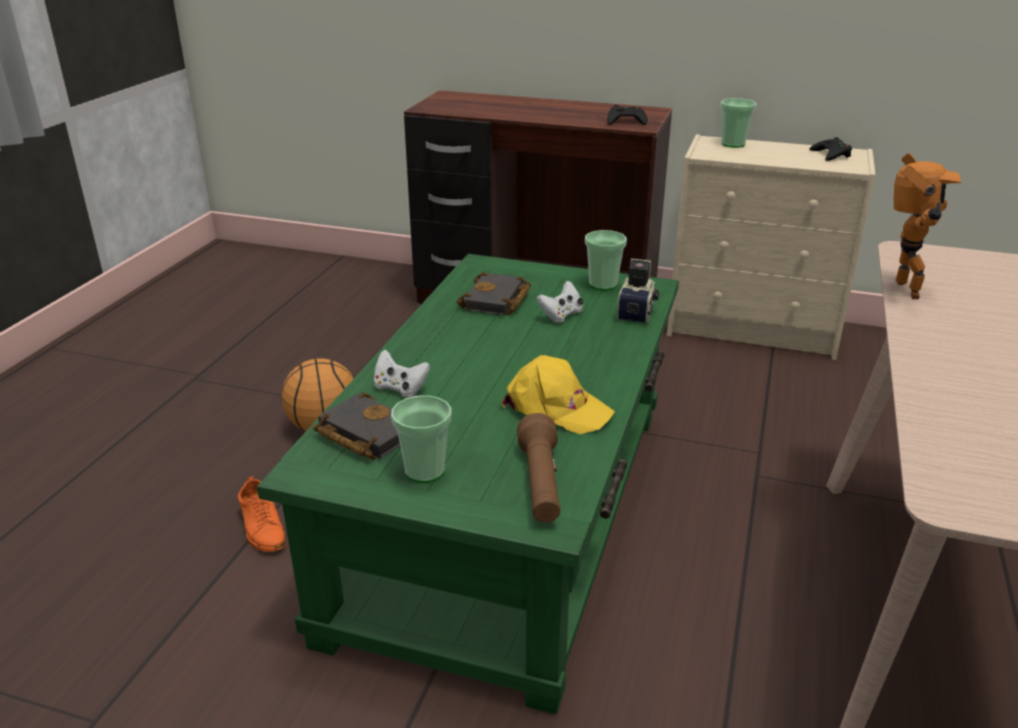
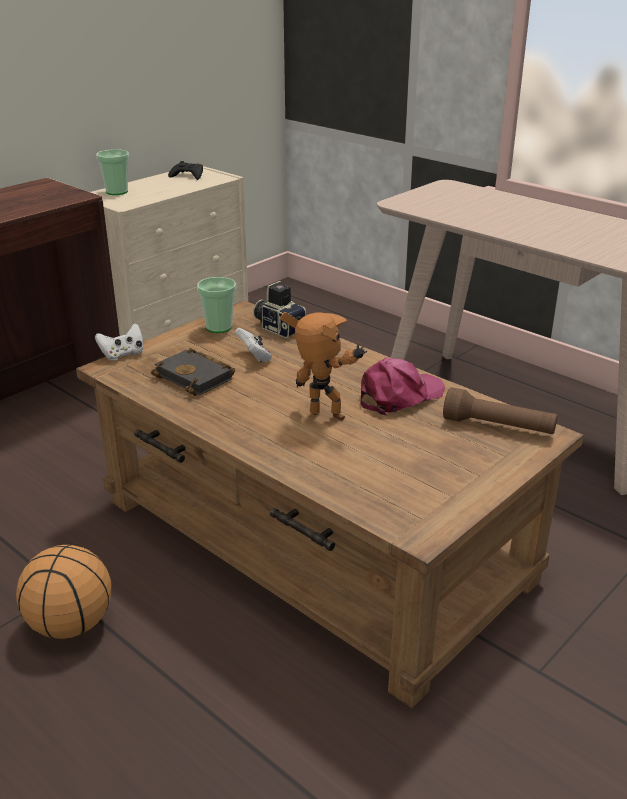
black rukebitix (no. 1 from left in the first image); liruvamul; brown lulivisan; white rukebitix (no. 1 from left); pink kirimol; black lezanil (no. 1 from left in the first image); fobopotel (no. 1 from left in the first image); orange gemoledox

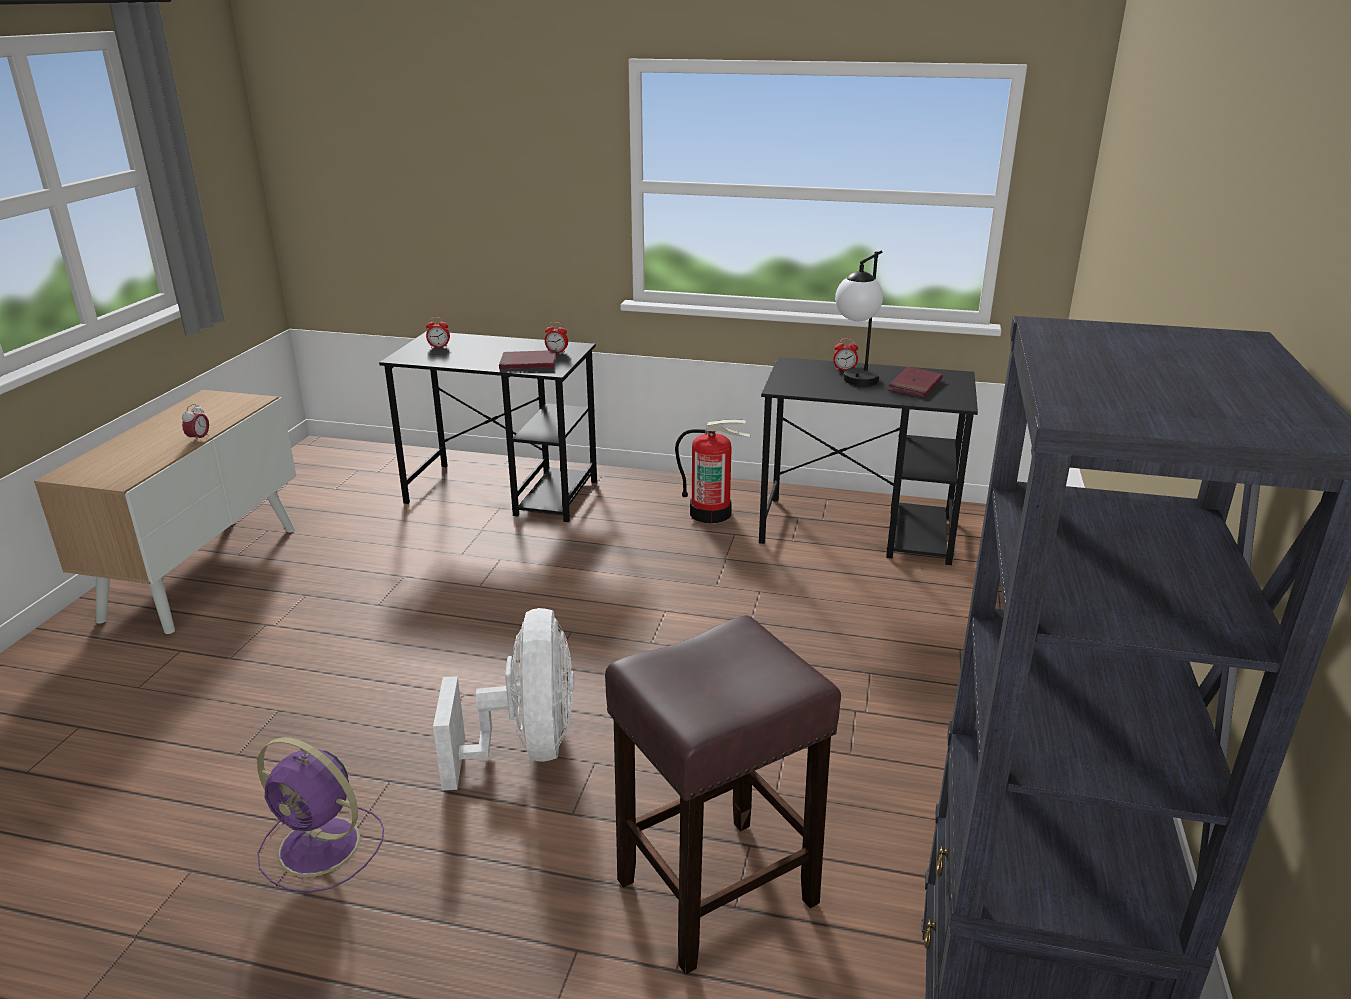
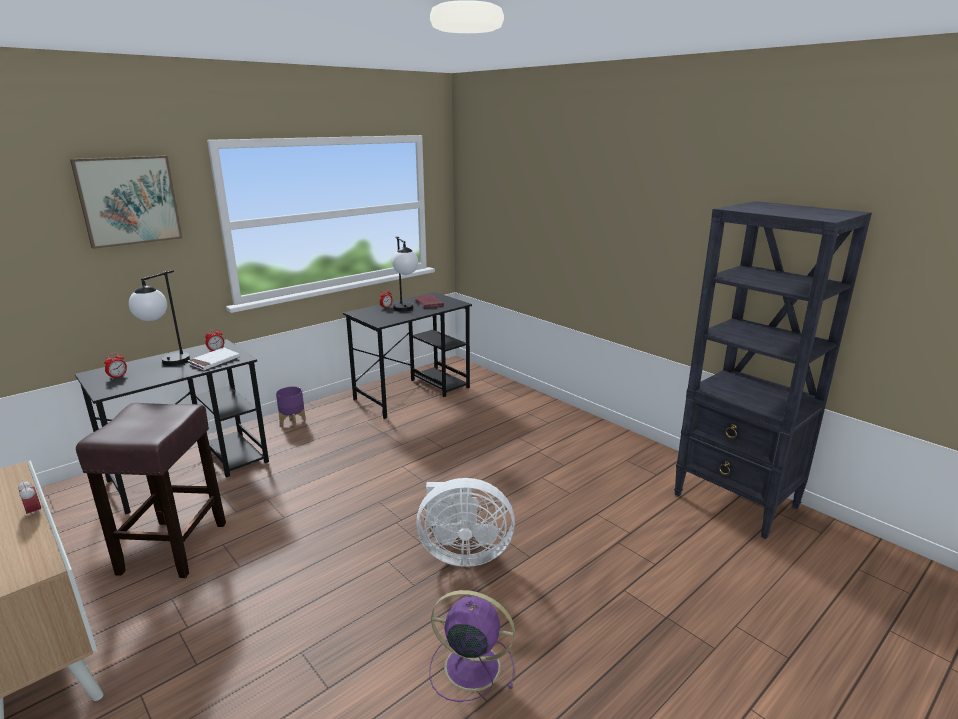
white lezanil; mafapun; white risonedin; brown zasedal; purple risonedin; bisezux; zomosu (no. 1 from left); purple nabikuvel

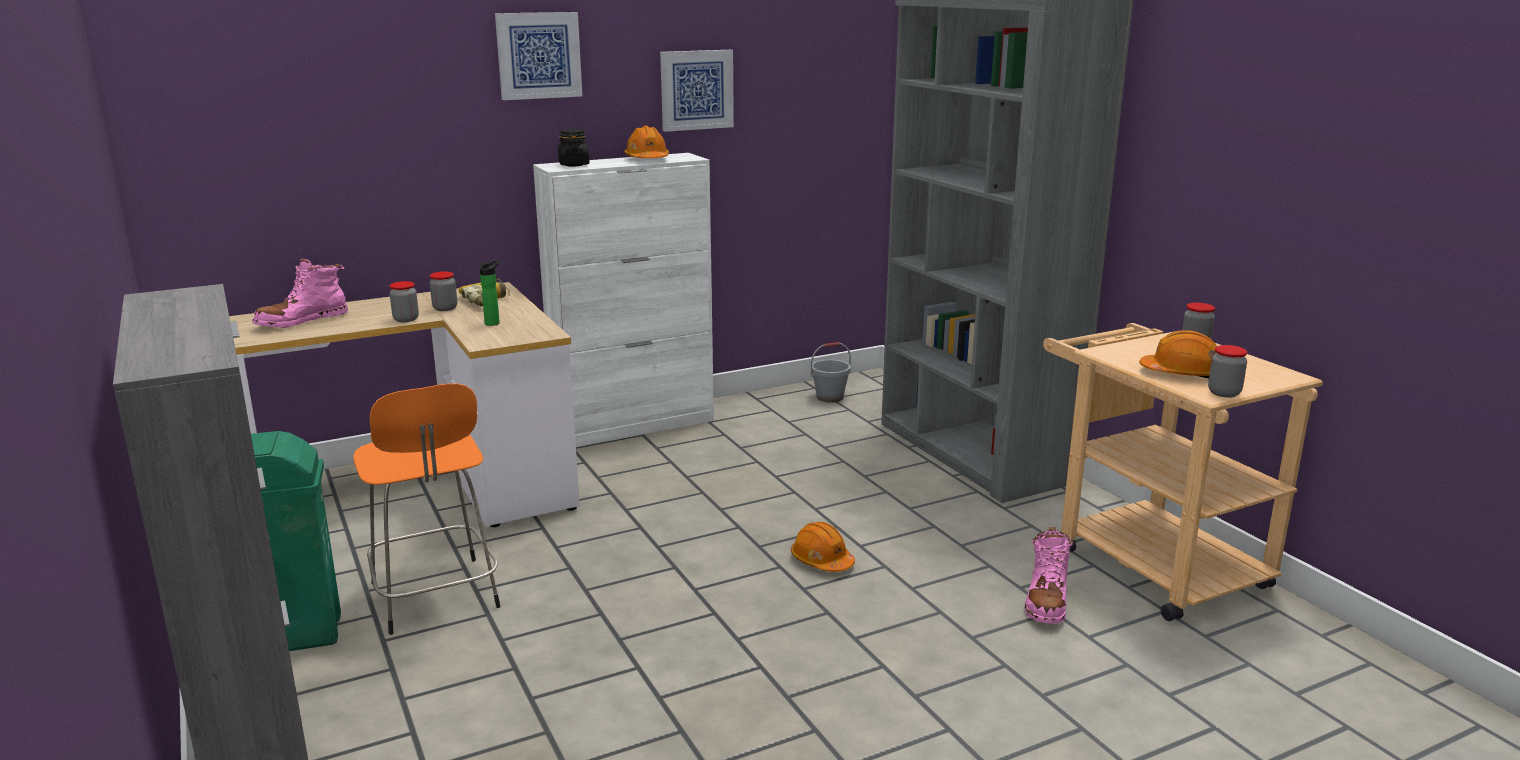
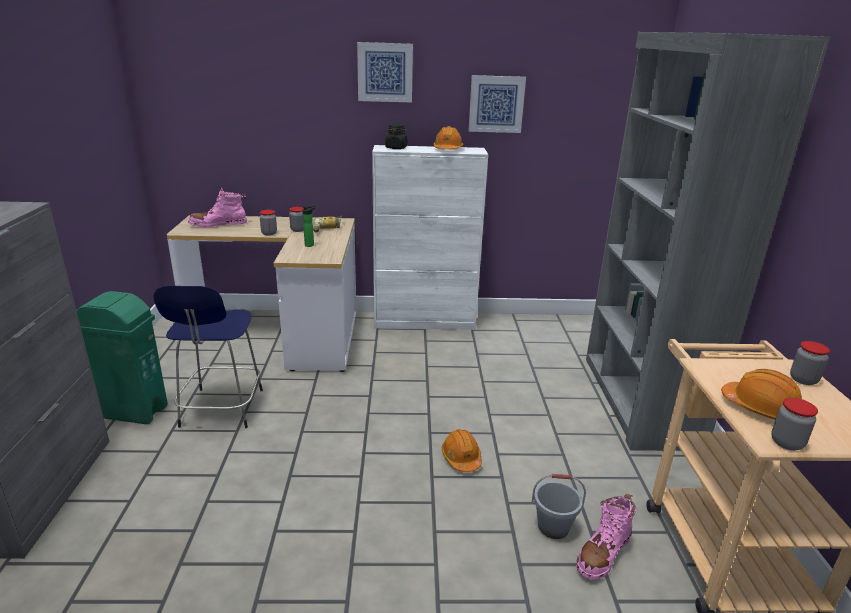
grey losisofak; blue zasedal

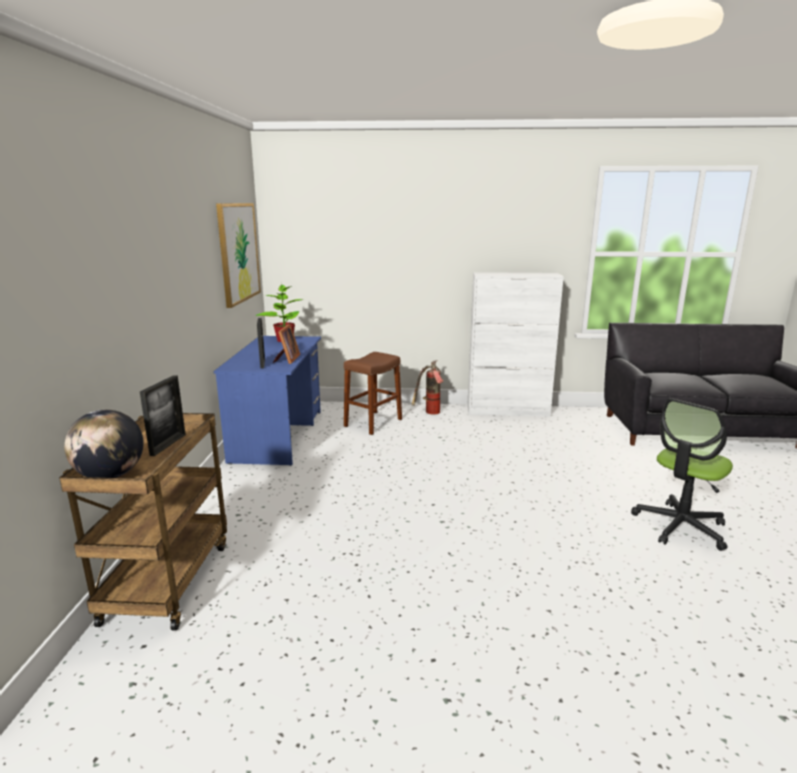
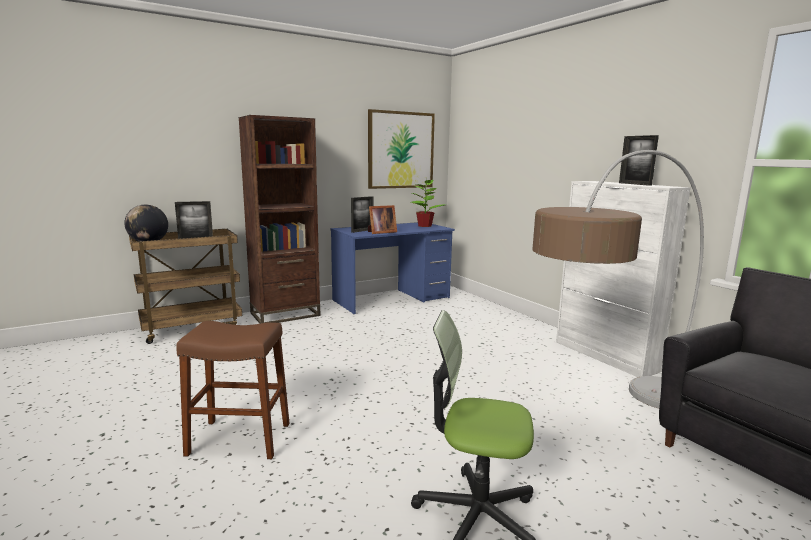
brown zasedal; mafapun; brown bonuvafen; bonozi (no. 4 from left); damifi

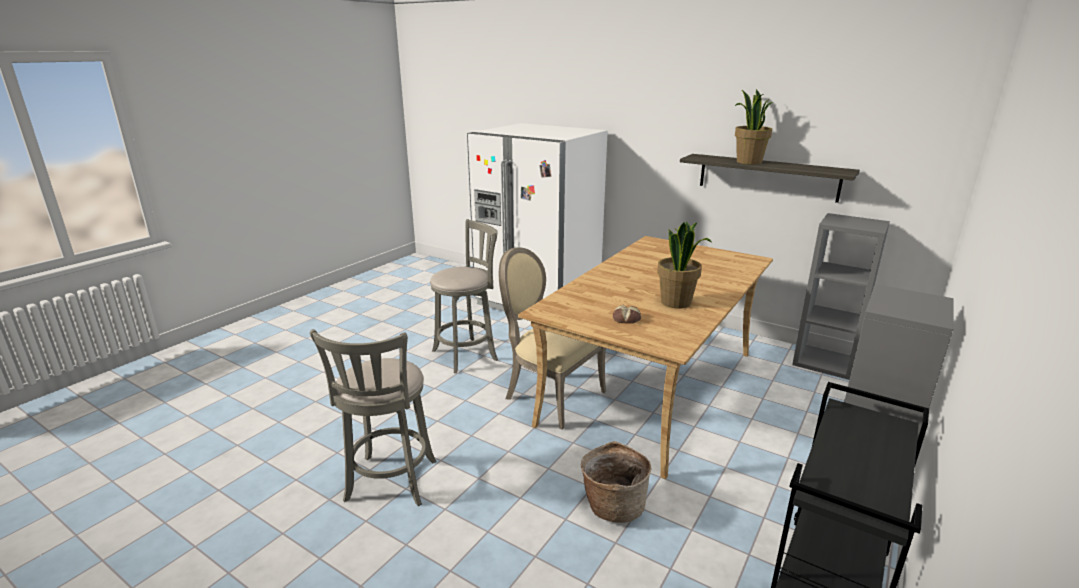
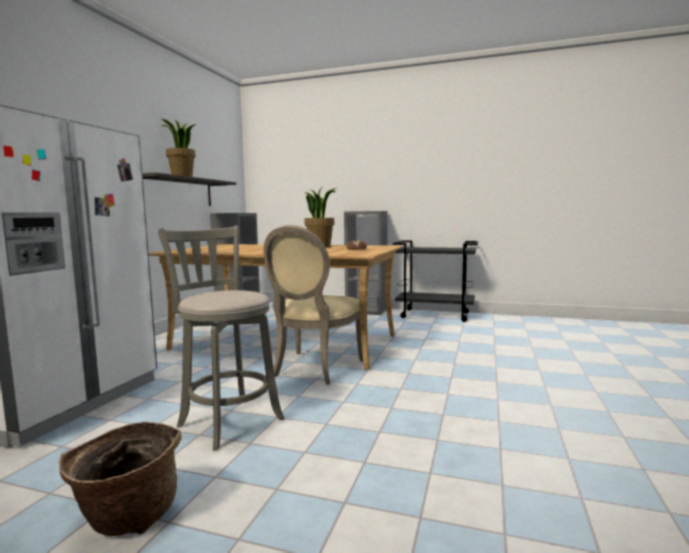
grey zasedal (no. 1 from left in the first image); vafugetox

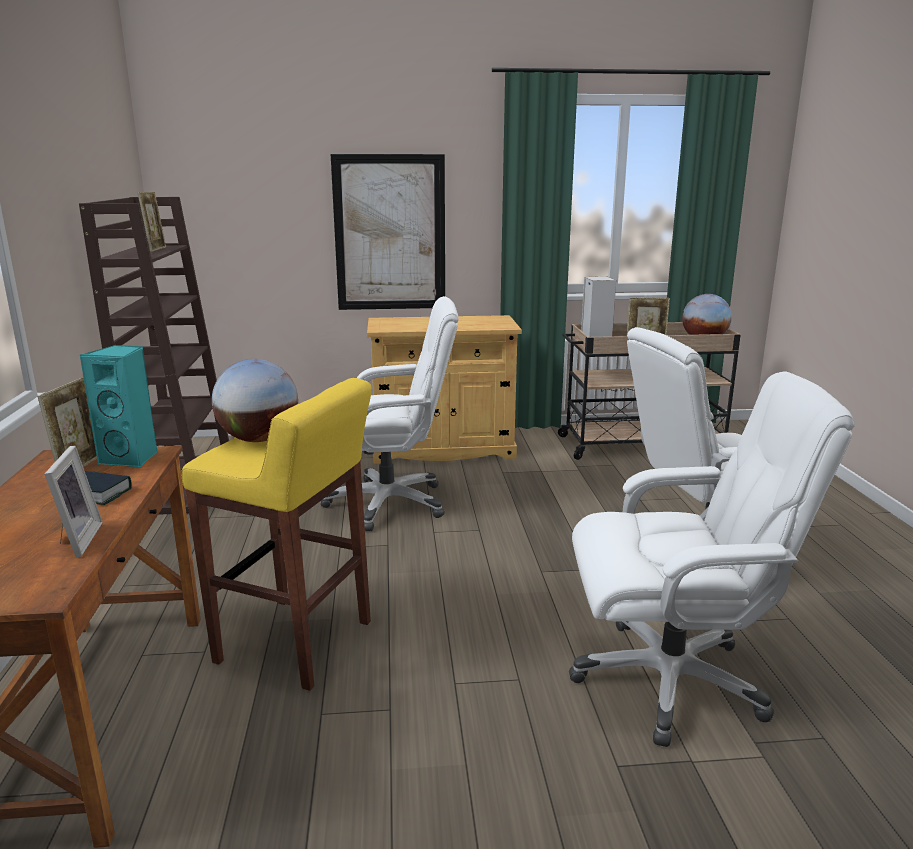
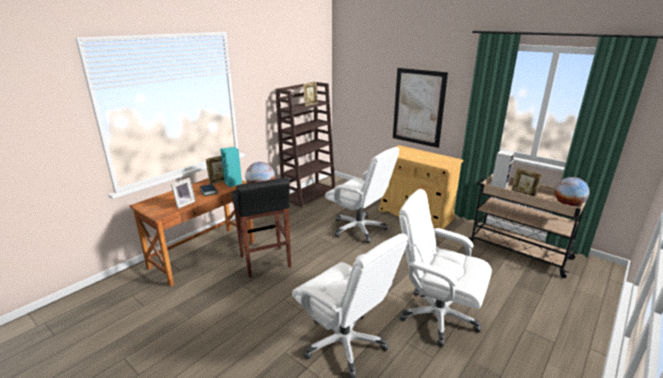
black zasedal

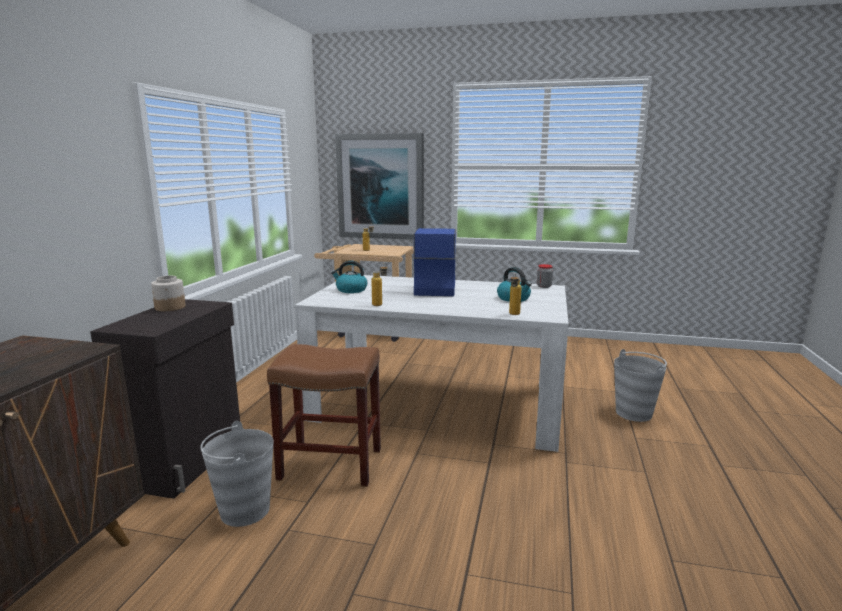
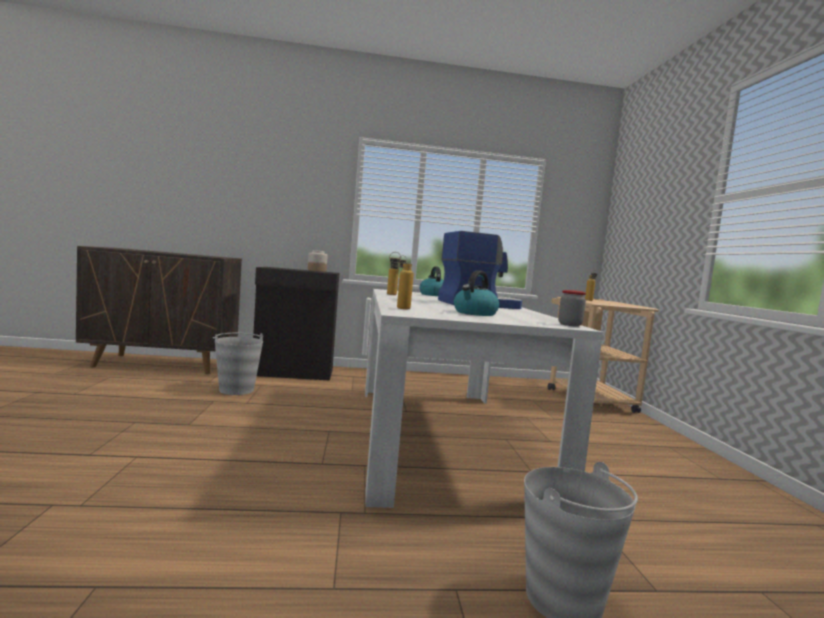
bisezux; brown zasedal

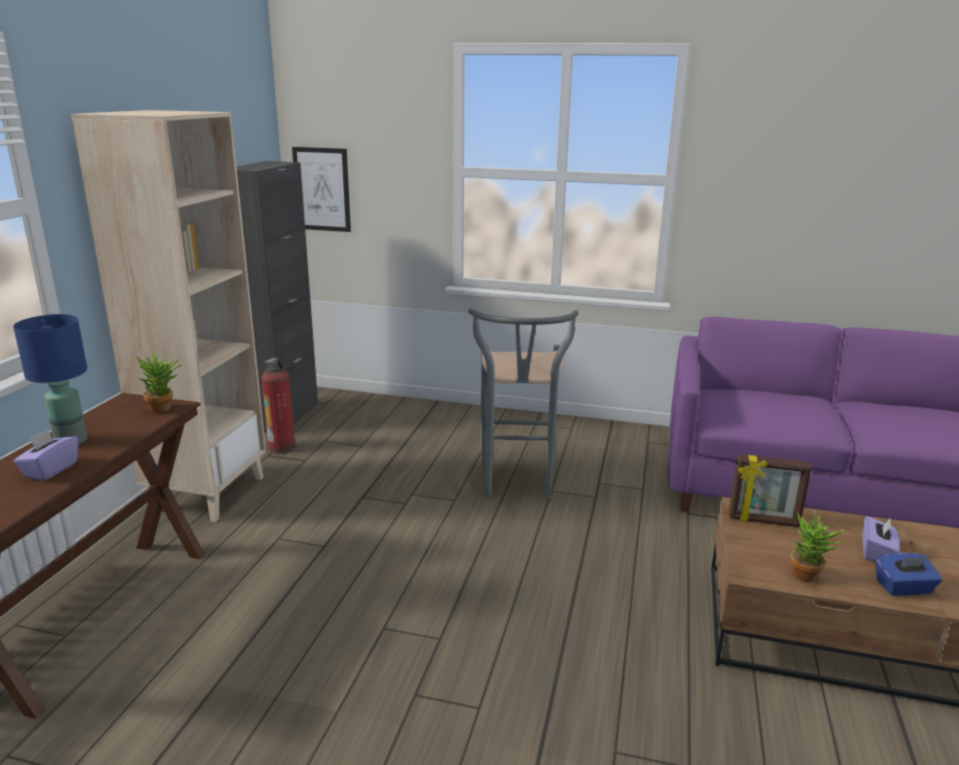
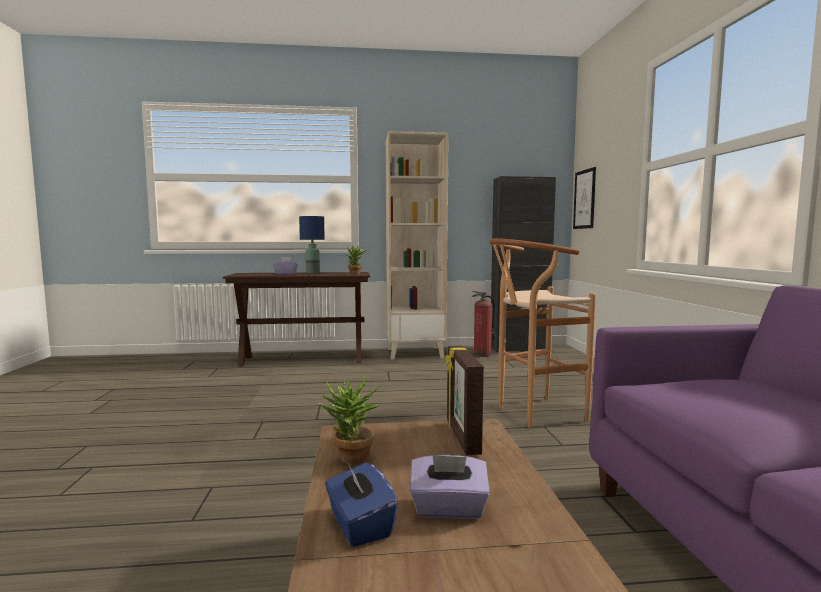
brown zasedal

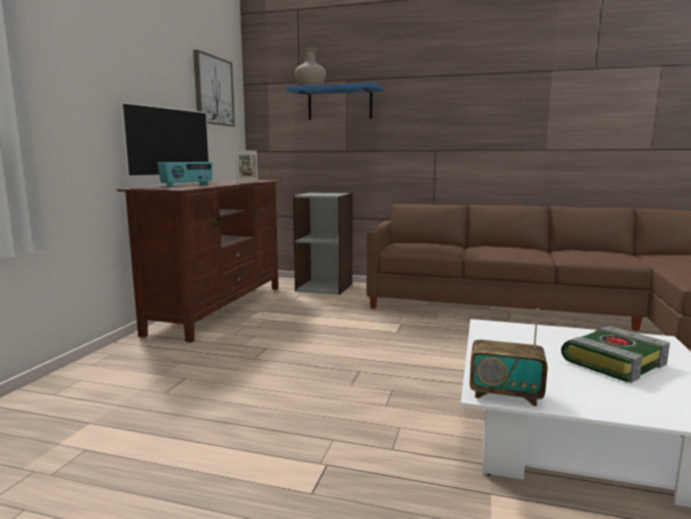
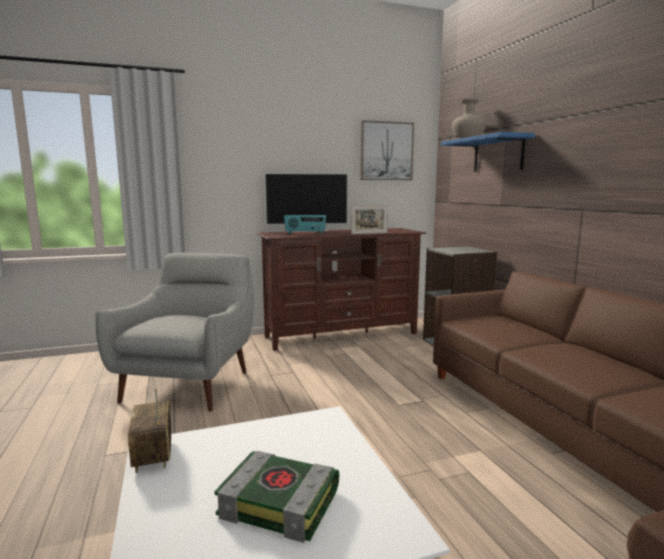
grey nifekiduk

